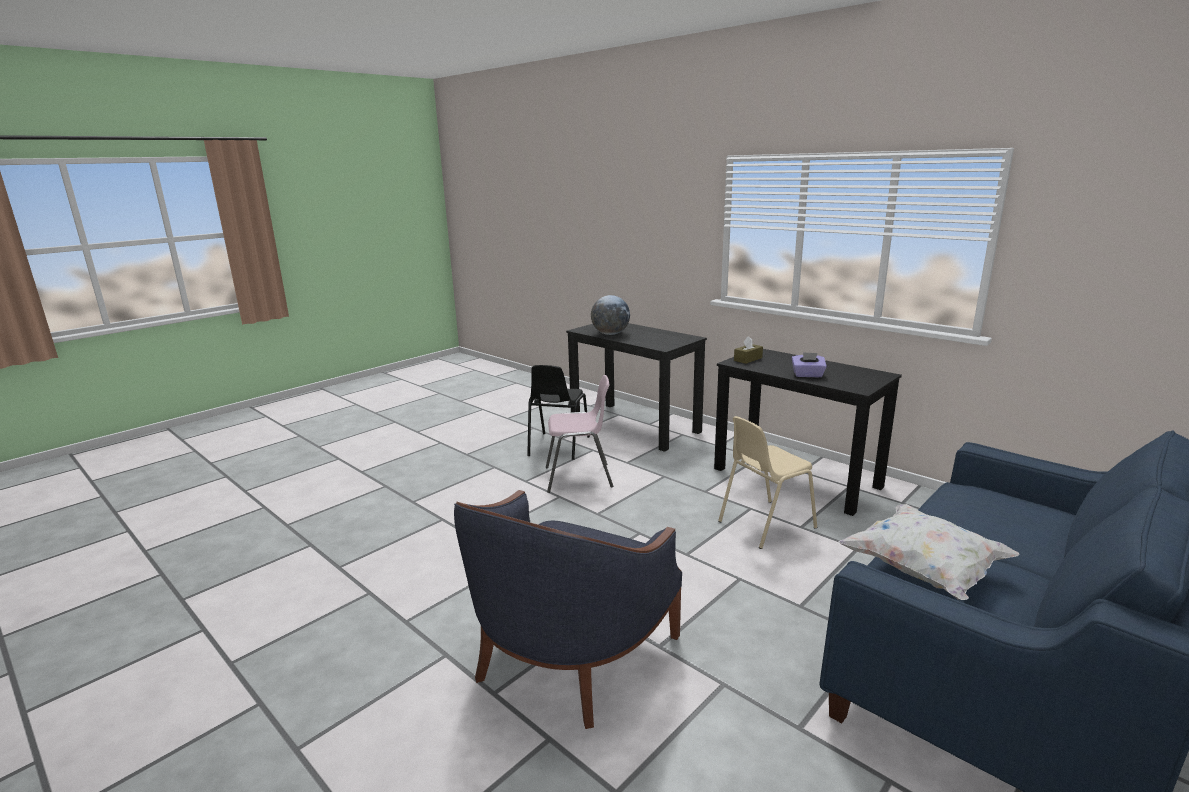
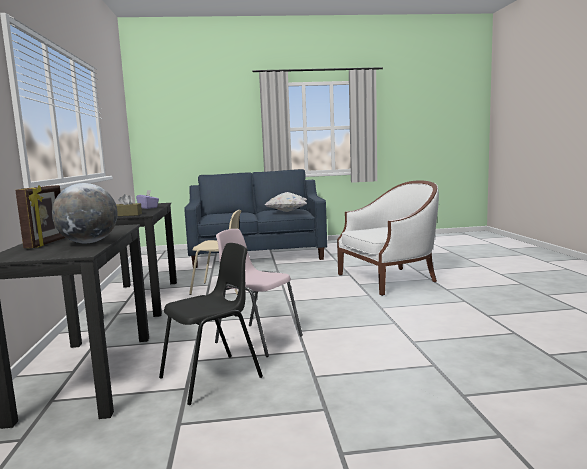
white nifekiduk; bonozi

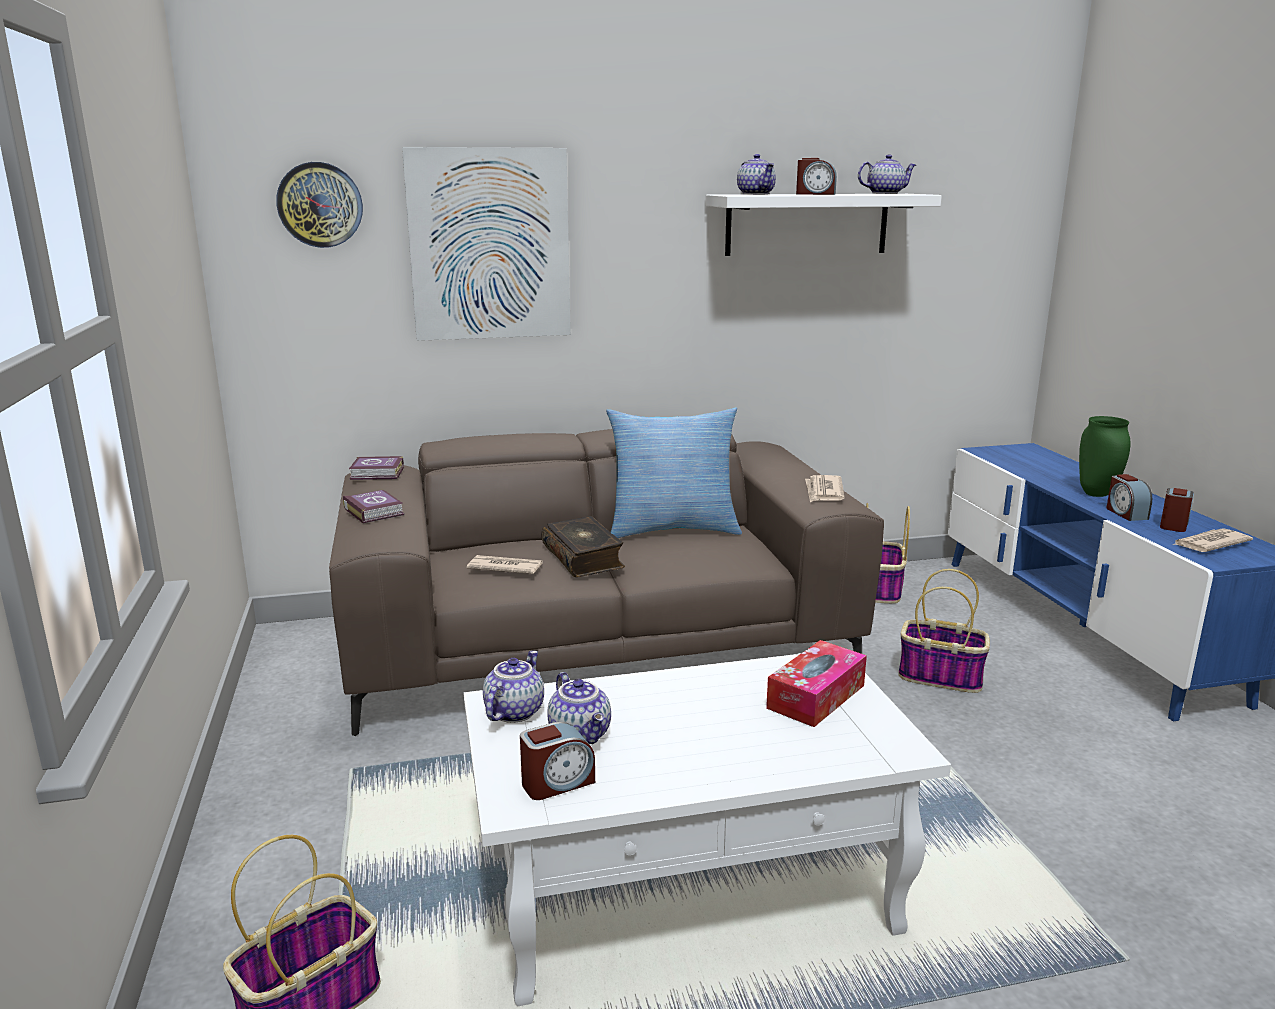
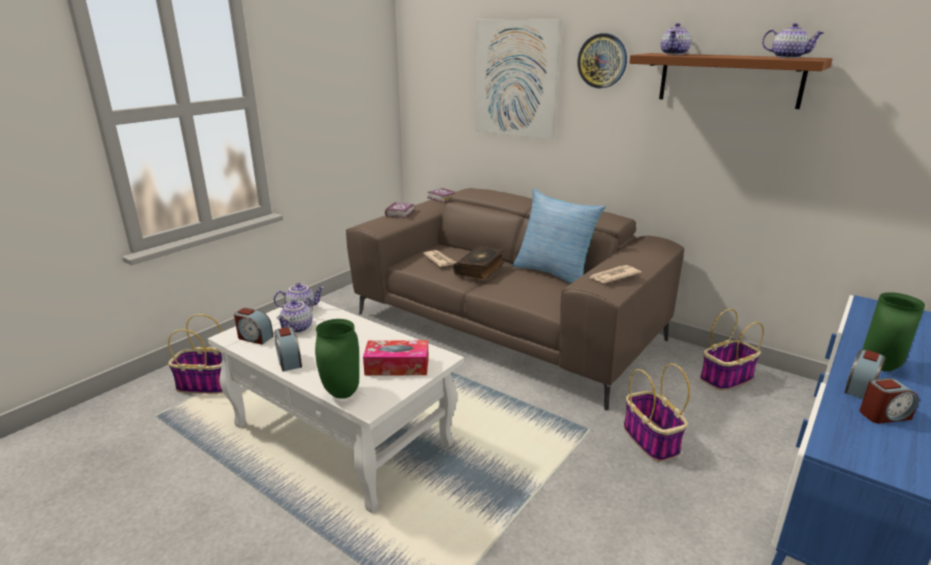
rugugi (no. 2 from left); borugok; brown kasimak; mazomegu (no. 3 from left in the first image); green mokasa (no. 1 from left)

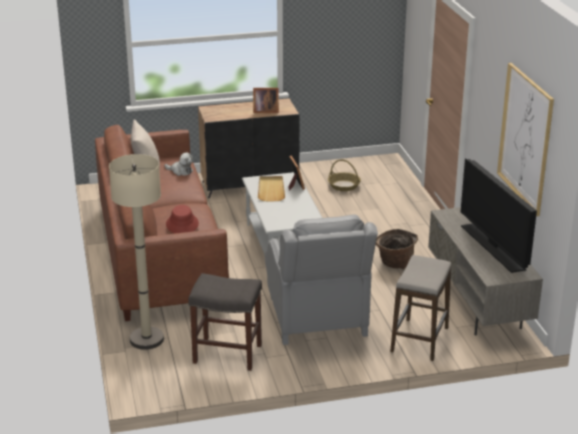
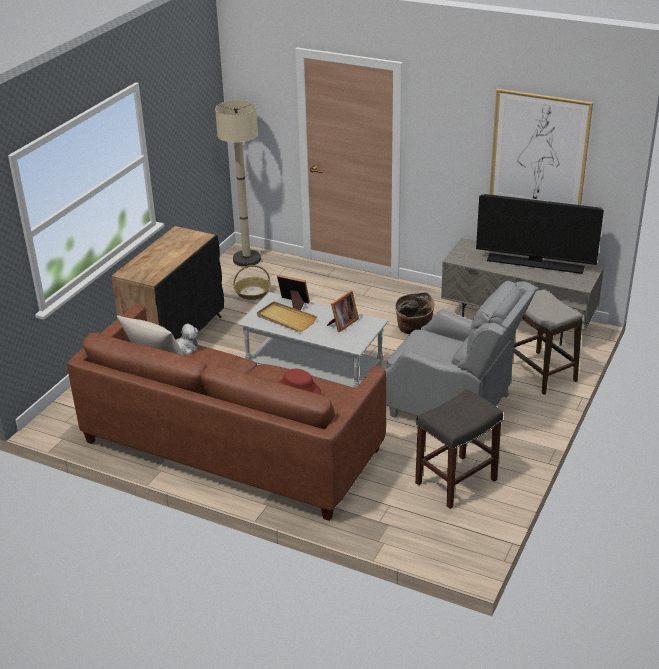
bonozi (no. 2 from left); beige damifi

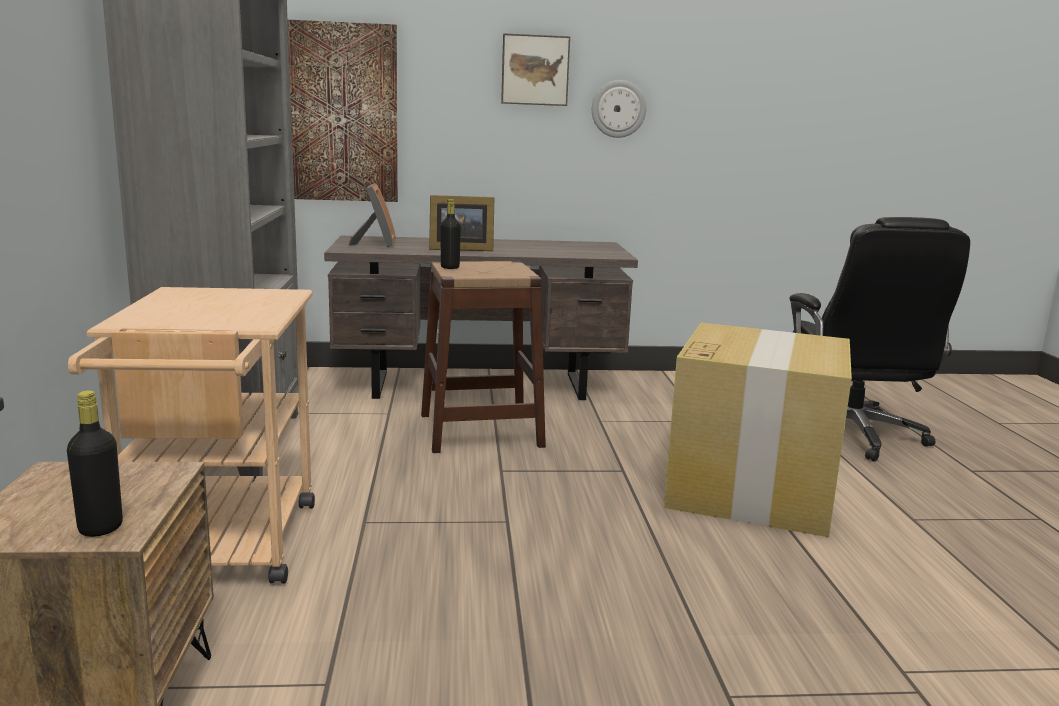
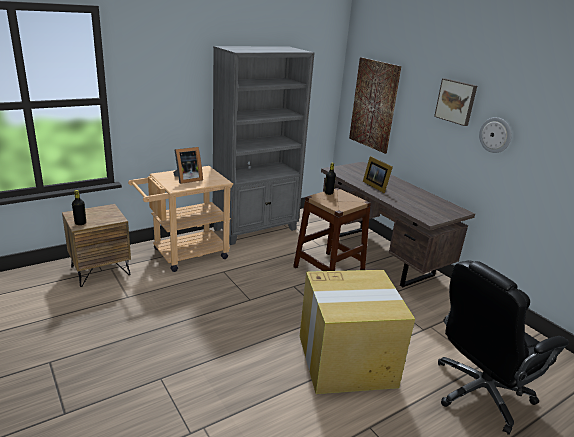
bonozi (no. 1 from left)

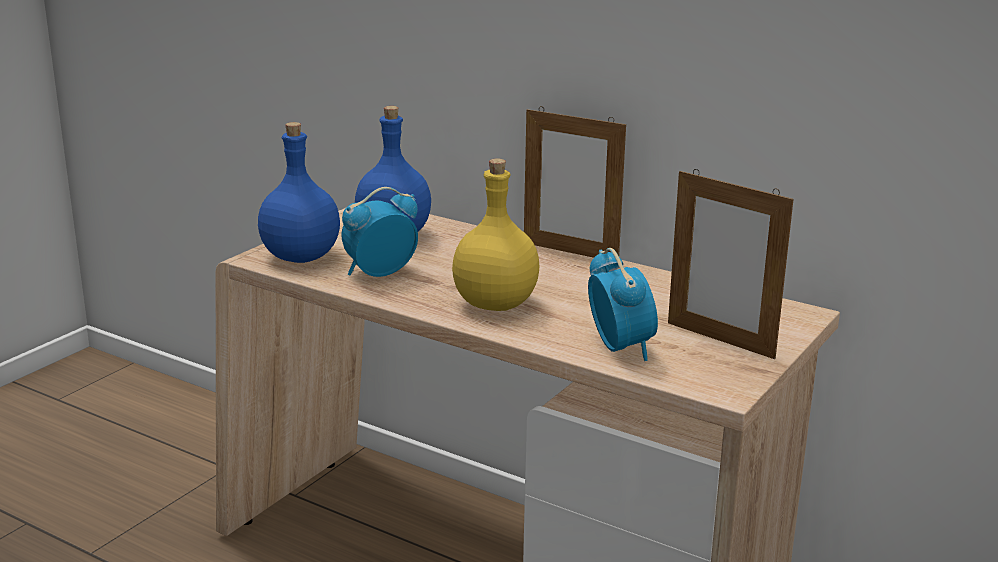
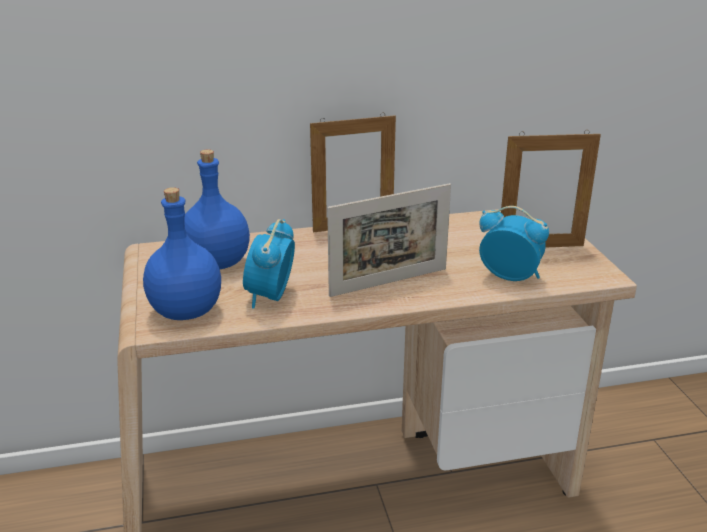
bonozi (no. 2 from left)

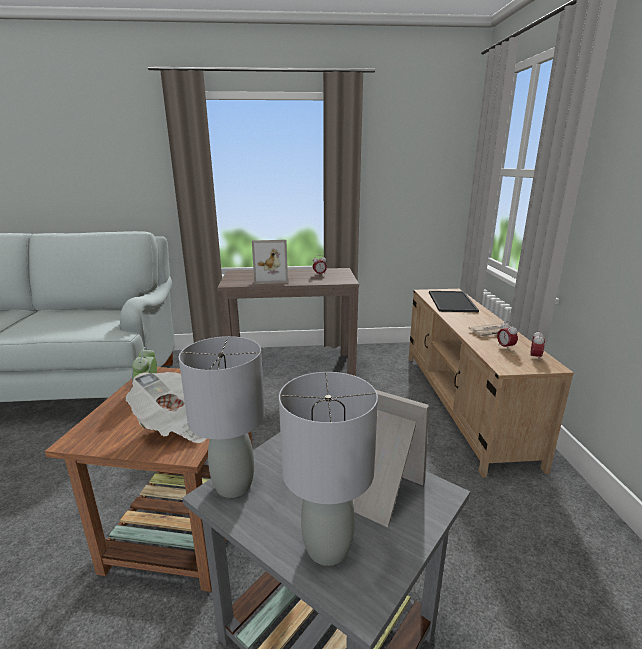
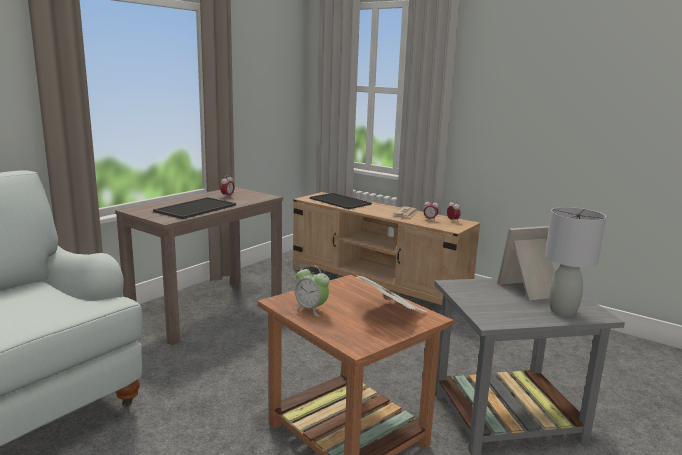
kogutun (no. 1 from left); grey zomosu (no. 1 from left in the first image)

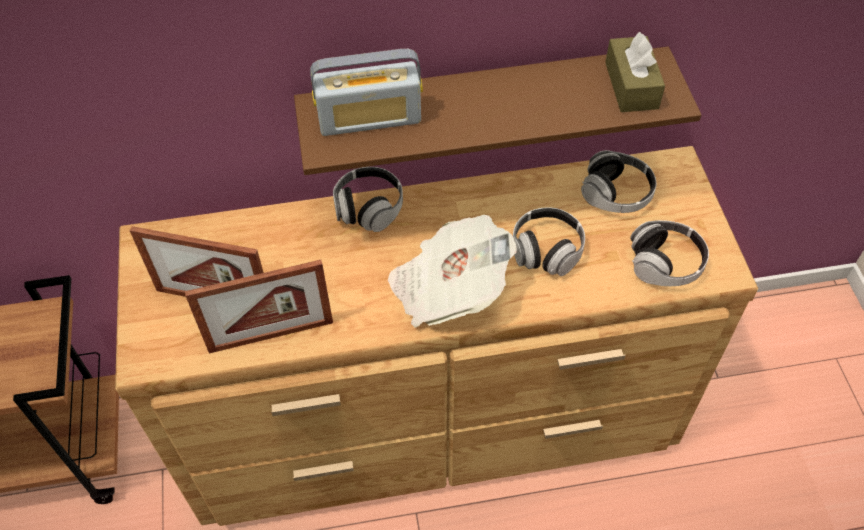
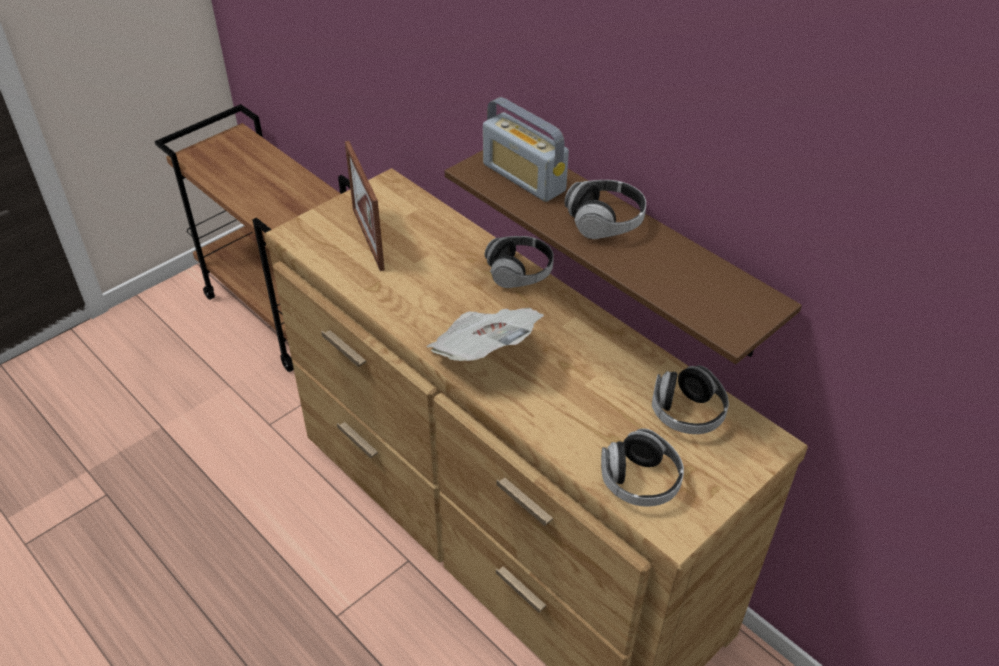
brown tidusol; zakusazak (no. 2 from left); bonozi (no. 2 from left in the first image)

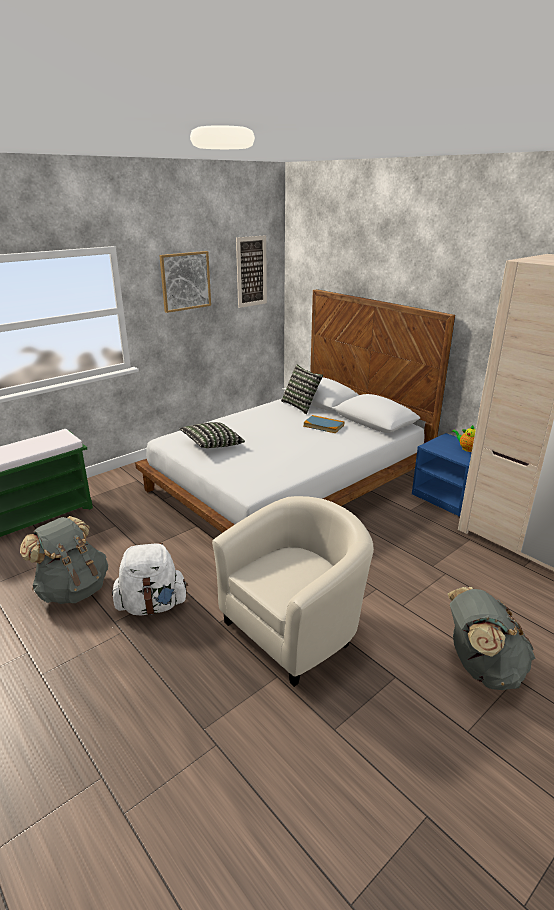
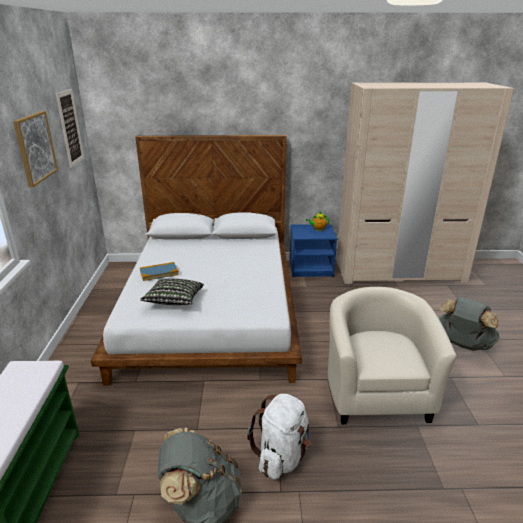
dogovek (no. 2 from left in the first image); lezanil

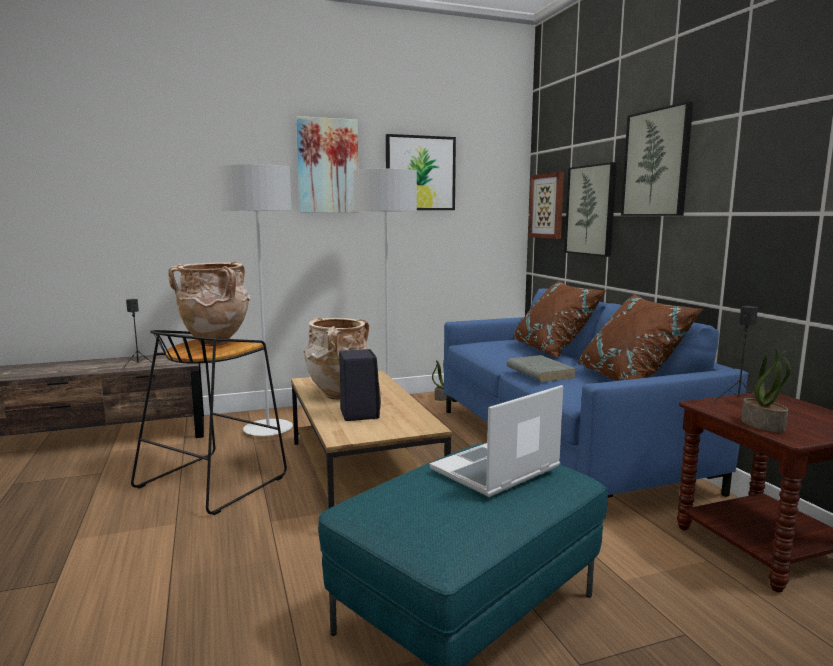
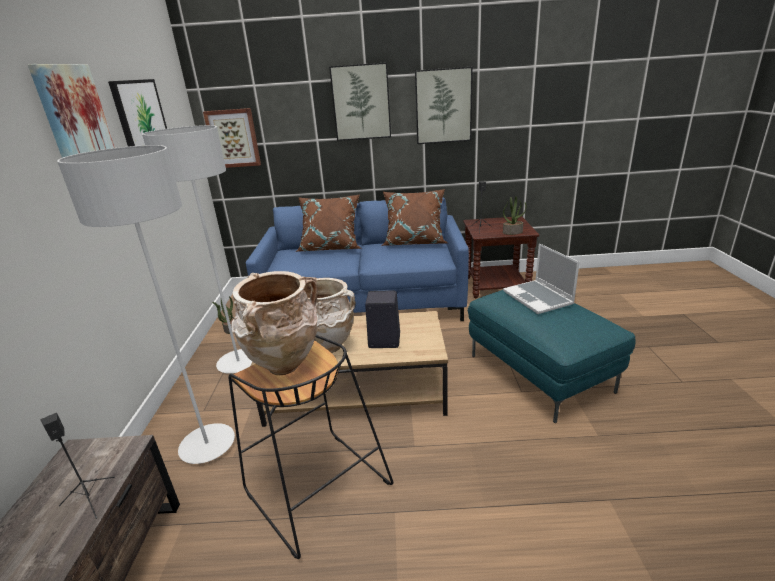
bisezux (no. 5 from left); grey lezanil

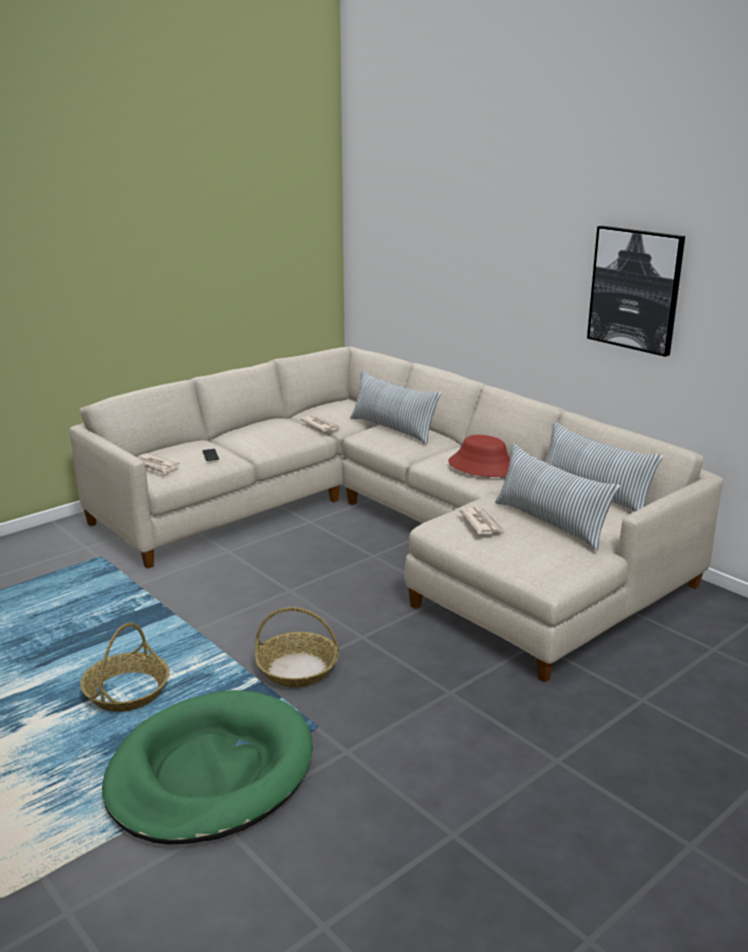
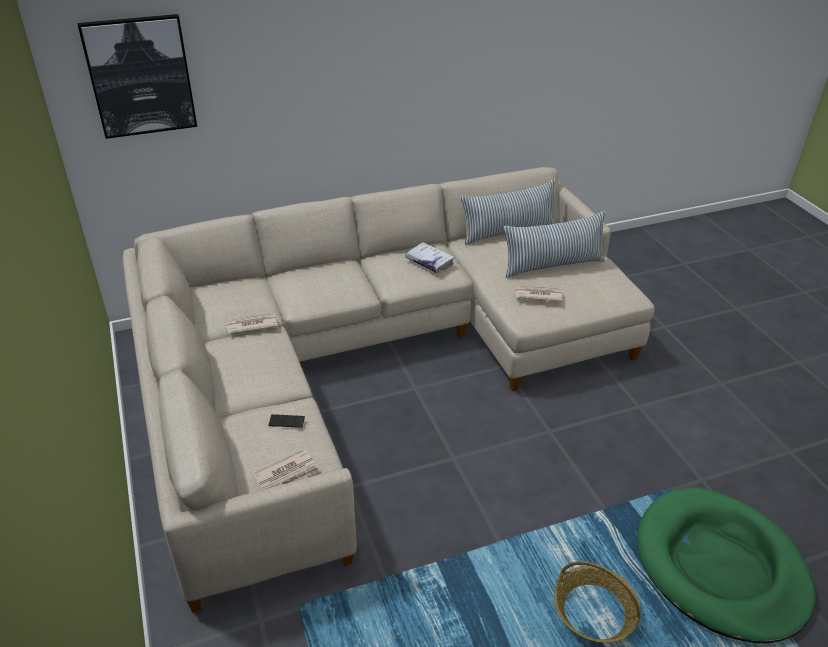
bisezux; dogovek (no. 1 from left in the first image); white lezanil; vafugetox (no. 2 from left in the first image)

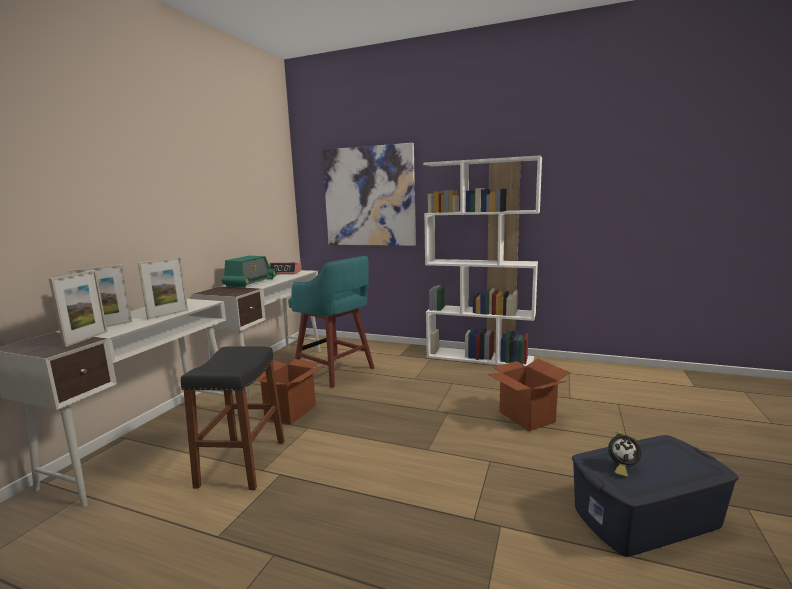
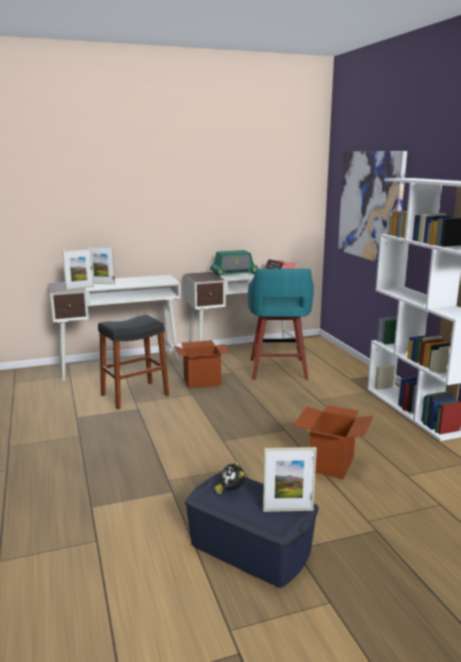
bonozi (no. 3 from left)

